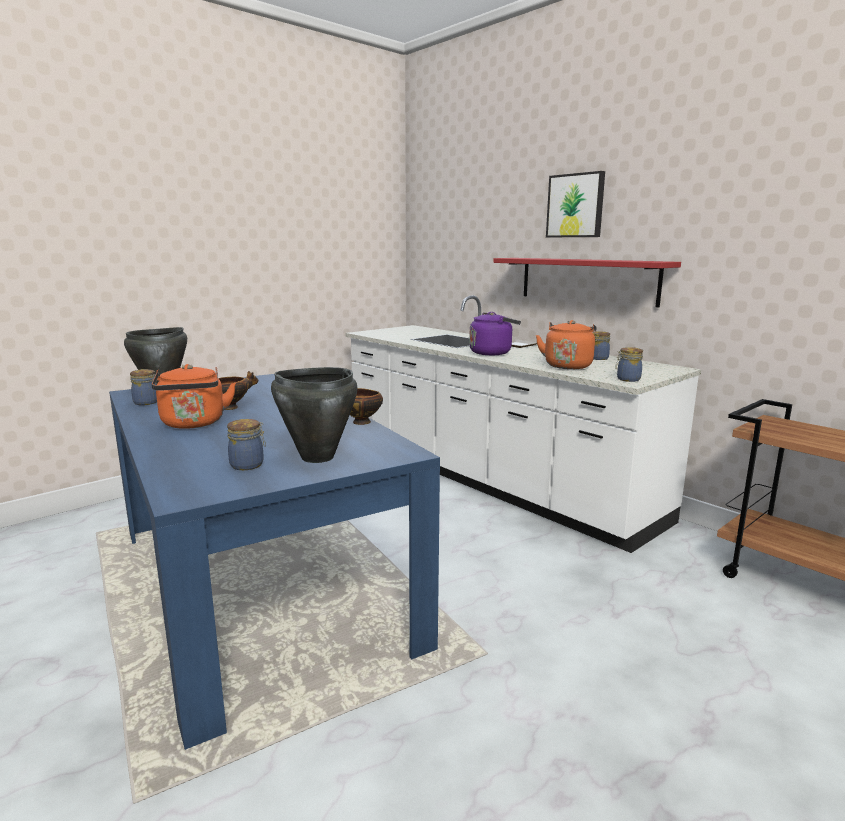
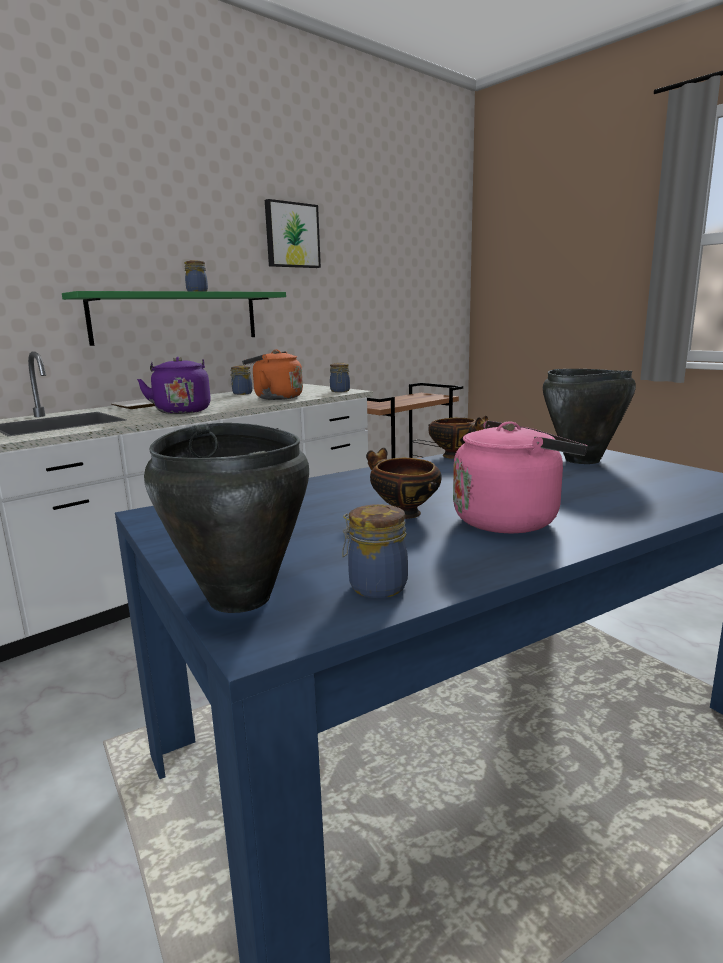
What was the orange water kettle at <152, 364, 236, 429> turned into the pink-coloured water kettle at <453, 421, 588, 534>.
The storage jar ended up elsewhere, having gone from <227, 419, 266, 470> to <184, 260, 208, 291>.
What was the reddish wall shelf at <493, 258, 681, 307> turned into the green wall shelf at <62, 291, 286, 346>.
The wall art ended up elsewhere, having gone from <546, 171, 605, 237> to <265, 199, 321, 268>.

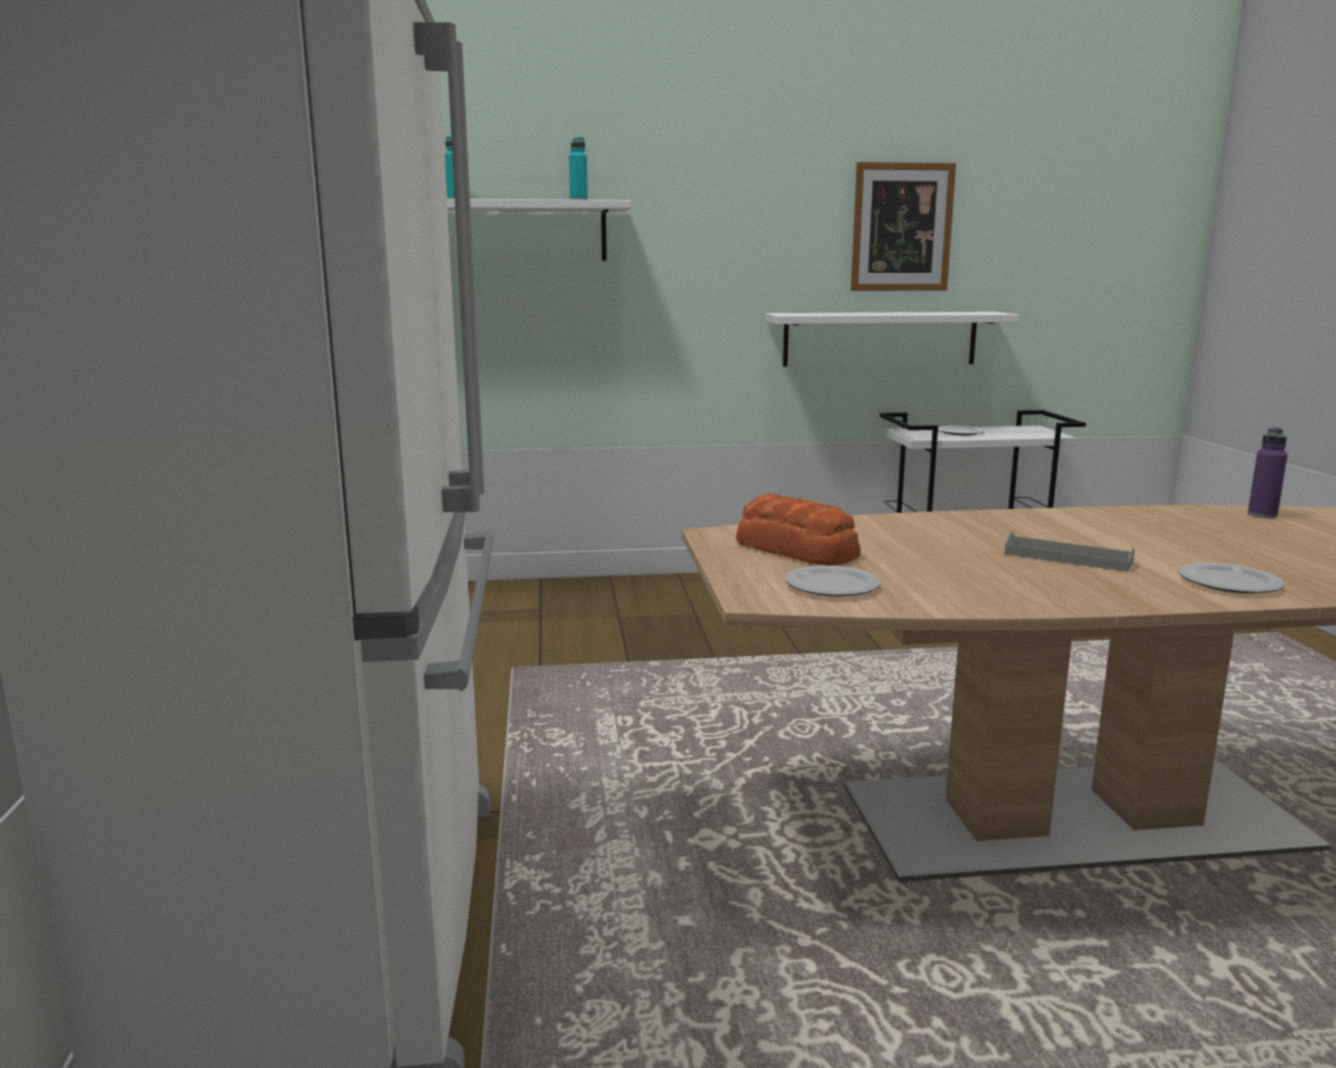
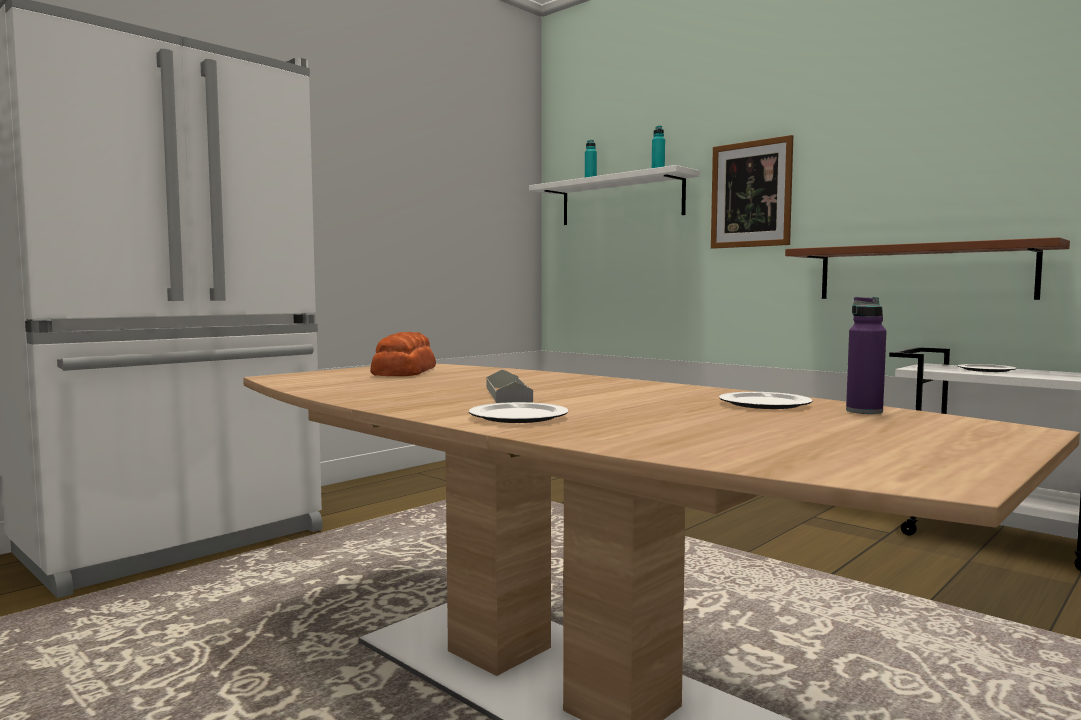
What was the whitish wall shelf at <765, 312, 1019, 367> turned into the brown wall shelf at <785, 237, 1070, 300>.
The flat dish ended up elsewhere, having gone from <785, 566, 880, 596> to <719, 392, 813, 409>.
The wall art ended up elsewhere, having gone from <851, 162, 956, 291> to <711, 135, 793, 249>.

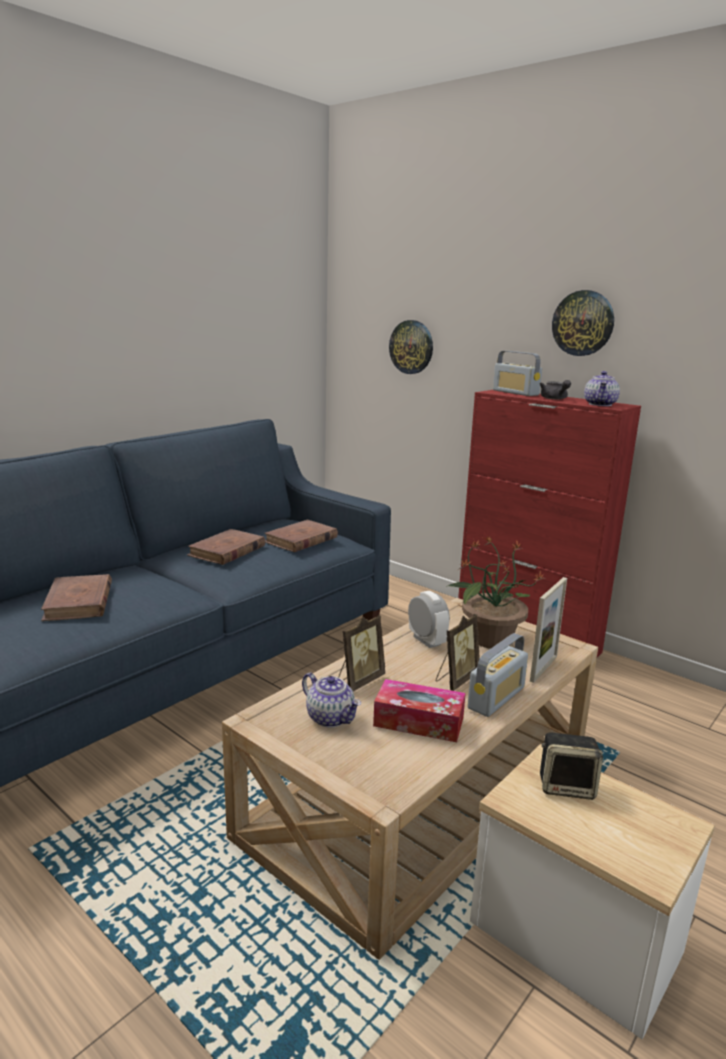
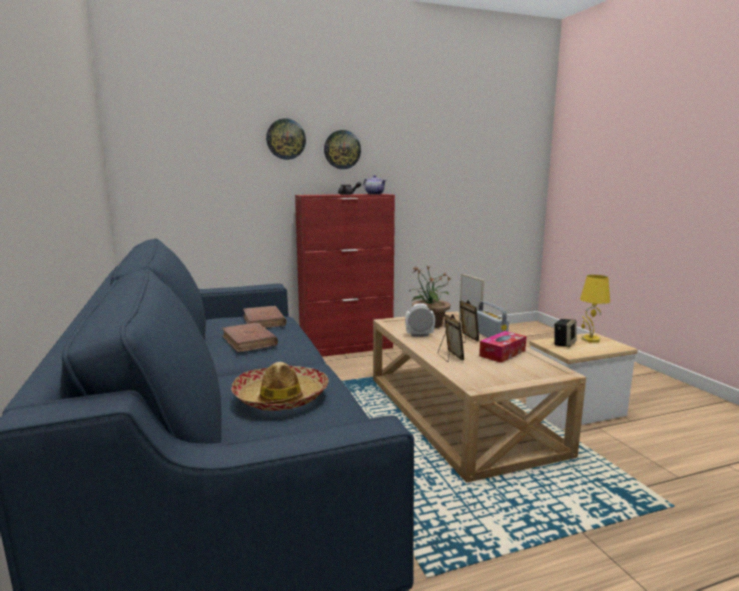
Where the brown bound book stood at <41, 574, 112, 621>, the wearable hat came to stand at <231, 362, 329, 411>.
The second view lost the pot for tea at <302, 673, 361, 727>.
The clock on the wall ended up elsewhere, having gone from <389, 320, 433, 374> to <266, 119, 306, 160>.
The second view lost the radio at <493, 351, 542, 396>.
The second view gained the yellow-coloured table lamp at <580, 275, 610, 343>.

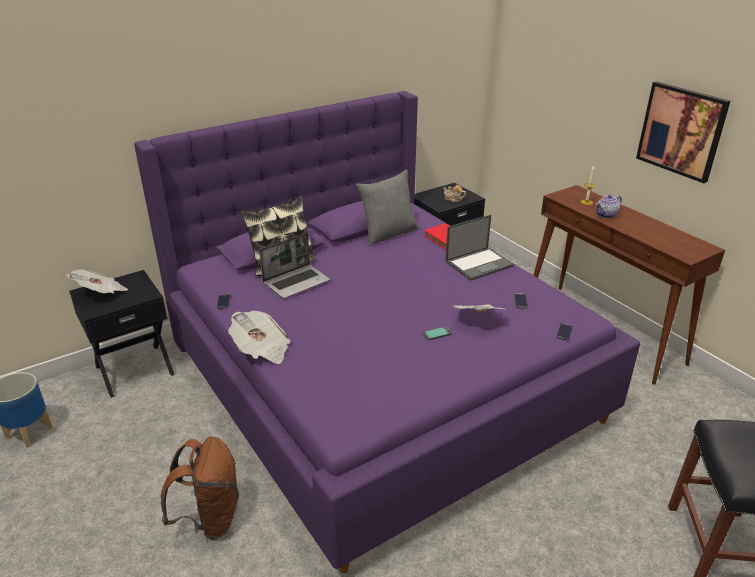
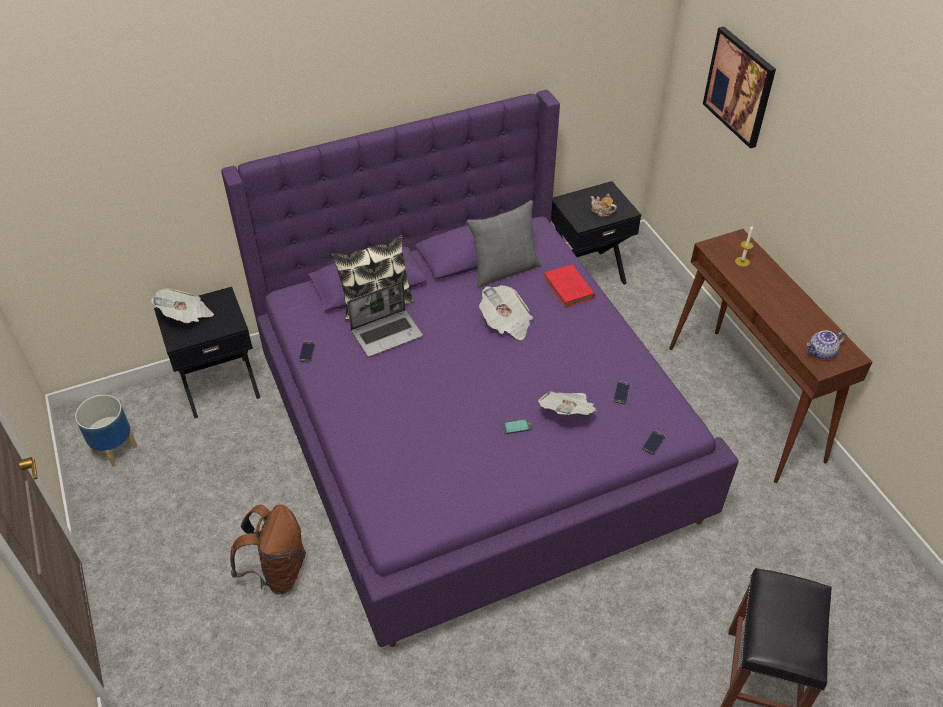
The daily paper ended up elsewhere, having gone from <228, 311, 291, 364> to <479, 285, 533, 340>.
The second view lost the portable computer at <445, 215, 514, 281>.
The pot for tea ended up elsewhere, having gone from <596, 195, 622, 218> to <807, 330, 846, 359>.
The wall art ended up elsewhere, having gone from <636, 81, 730, 183> to <703, 26, 776, 148>.

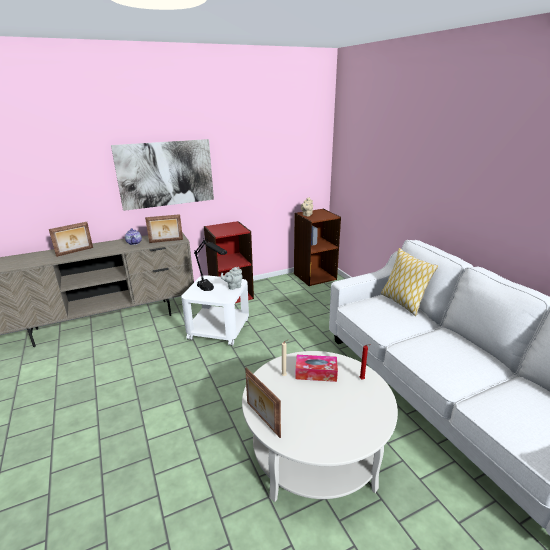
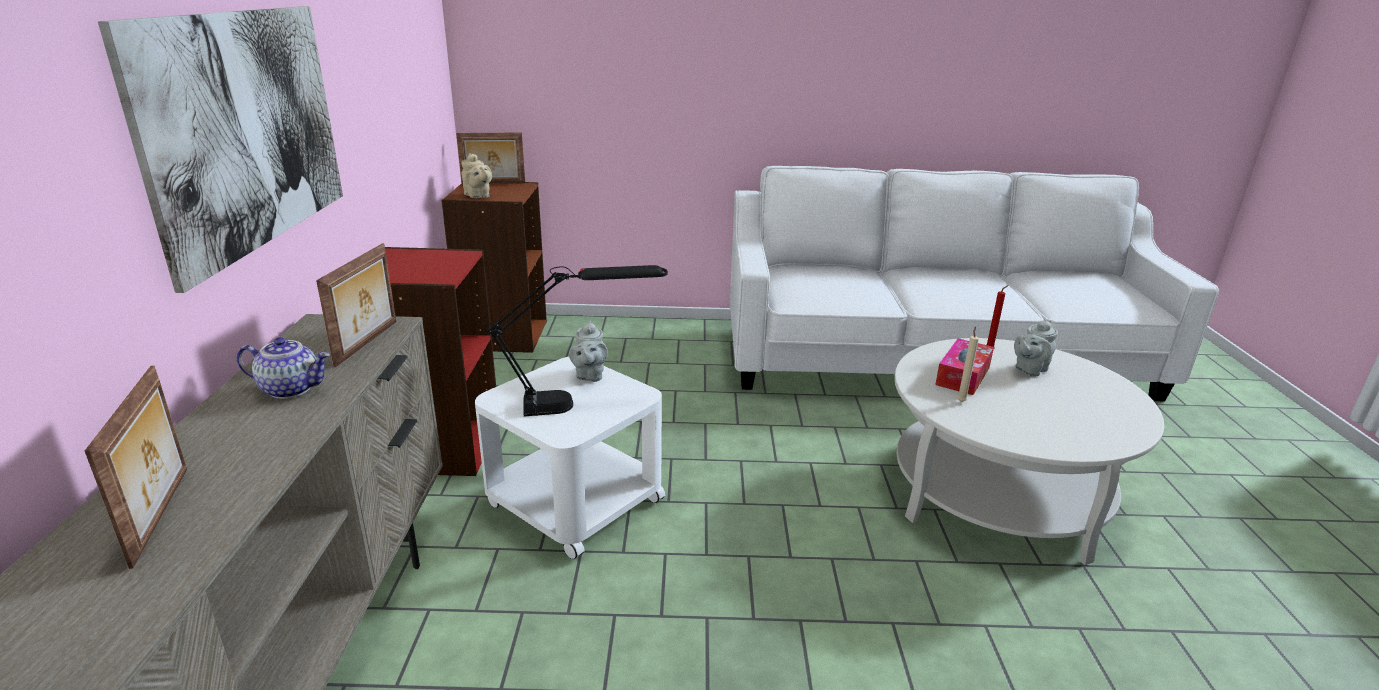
The standing frame ended up elsewhere, having gone from <245, 367, 281, 438> to <456, 132, 525, 184>.
The second view lost the pillow at <381, 248, 438, 316>.
The second view gained the grey pot for tea at <1014, 320, 1058, 377>.

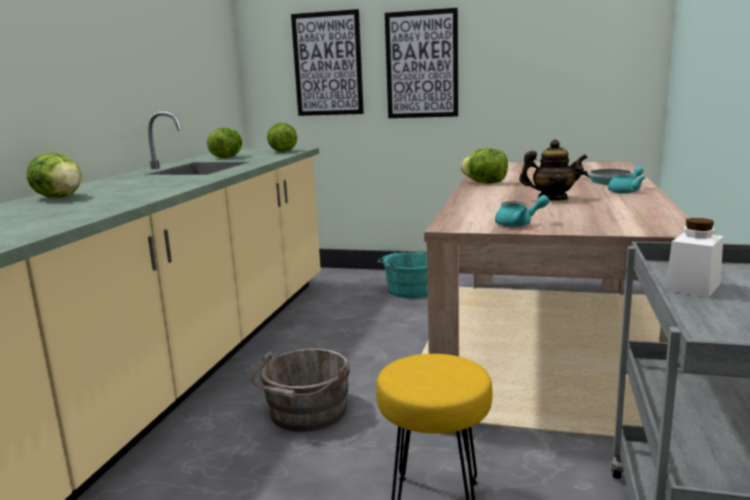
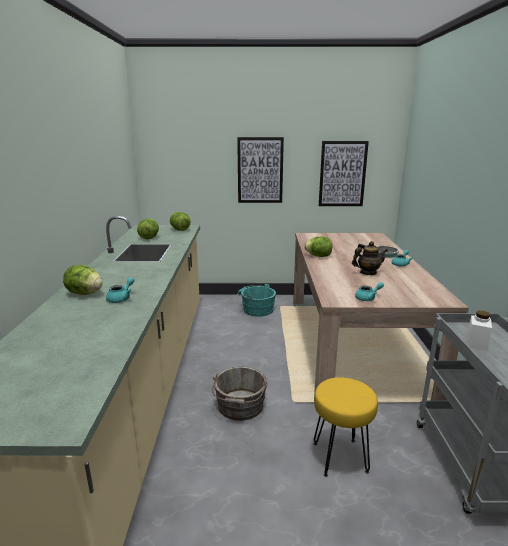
The wall art ended up elsewhere, having gone from <291, 9, 364, 116> to <319, 141, 369, 206>.
The second view gained the blue-green pot for tea at <106, 277, 134, 303>.

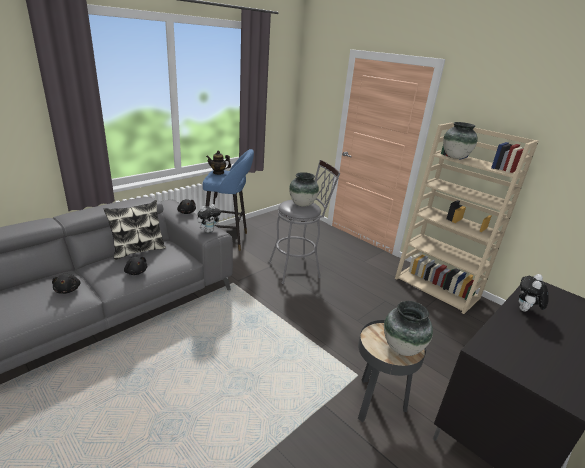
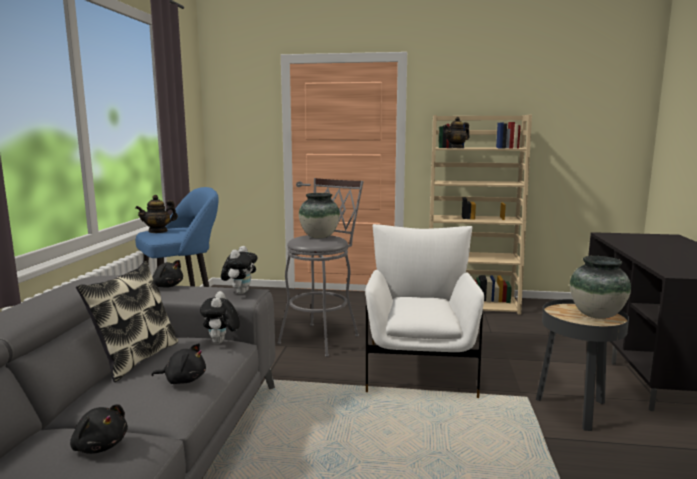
Where the vase stood at <443, 122, 478, 159>, the pot for tea came to stand at <444, 117, 470, 148>.
The plush toy ended up elsewhere, having gone from <519, 274, 549, 312> to <200, 291, 240, 344>.
The second view gained the whitish easy chair at <365, 224, 484, 398>.

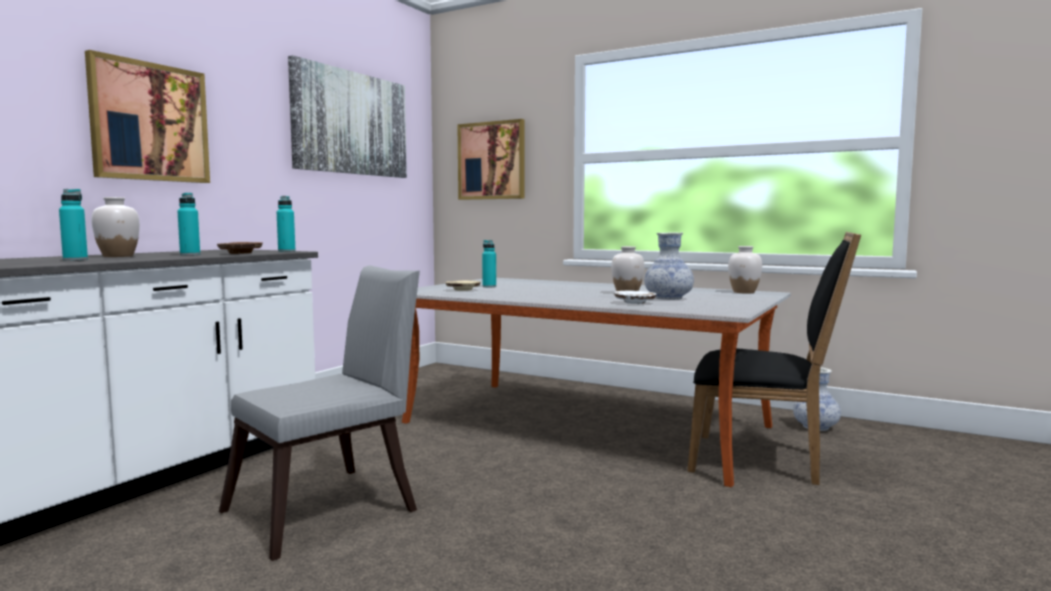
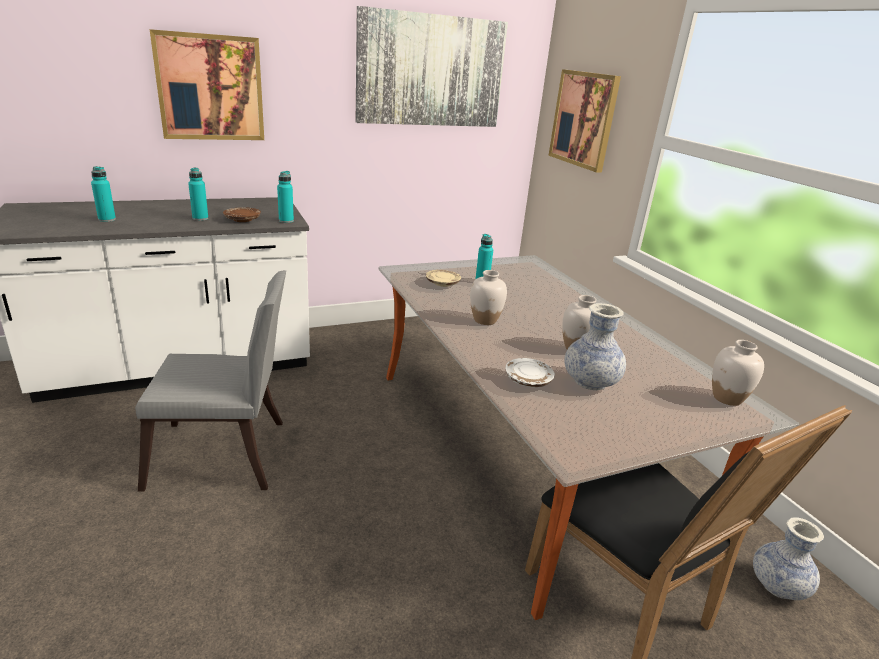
The whitish vase ended up elsewhere, having gone from <91, 197, 140, 257> to <470, 270, 507, 325>.

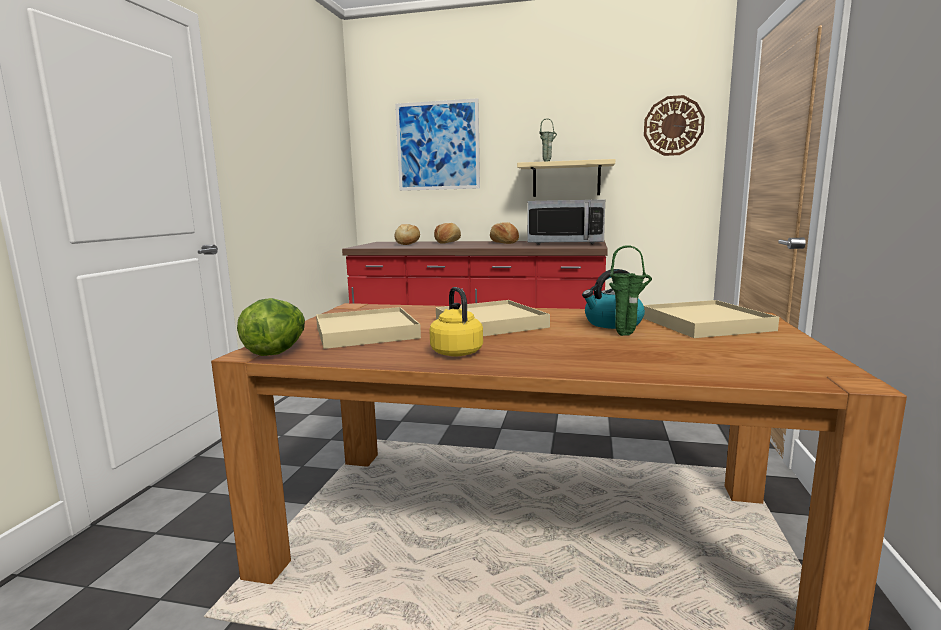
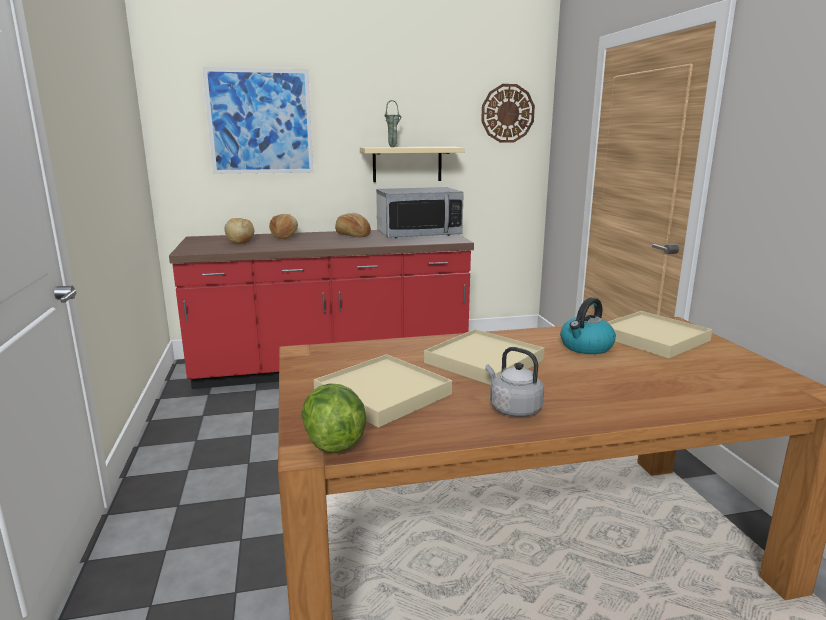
What was the yellow-coloured water kettle at <429, 287, 483, 356> turned into the grey water kettle at <485, 347, 544, 417>.
The second view lost the green vase at <609, 245, 652, 336>.

